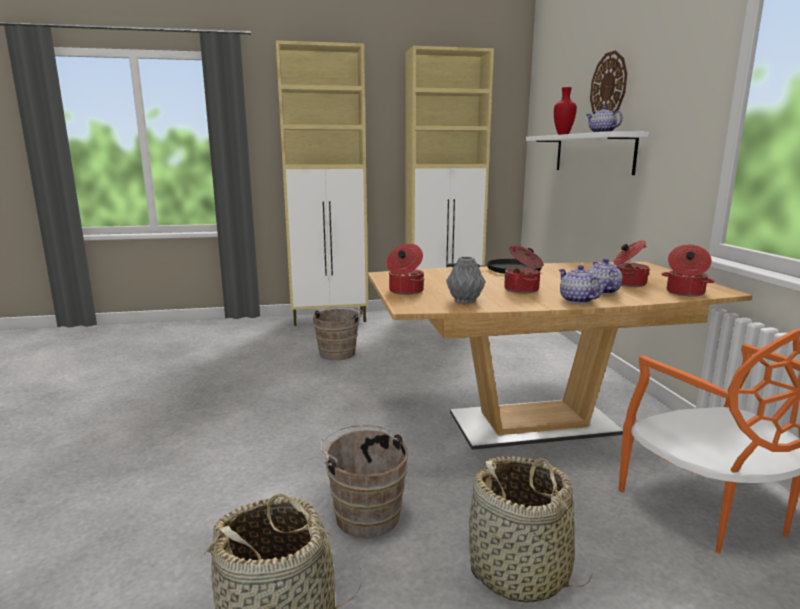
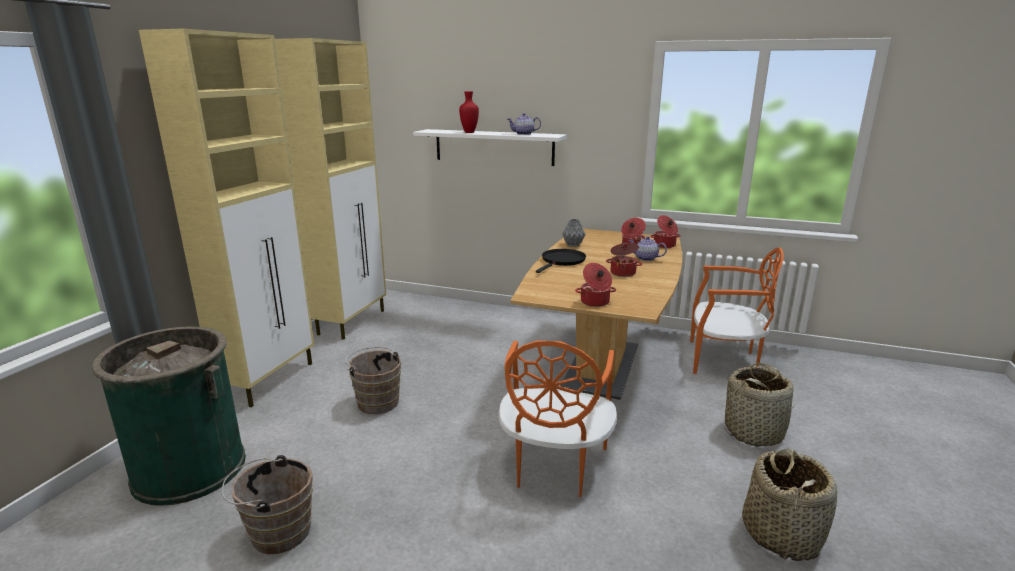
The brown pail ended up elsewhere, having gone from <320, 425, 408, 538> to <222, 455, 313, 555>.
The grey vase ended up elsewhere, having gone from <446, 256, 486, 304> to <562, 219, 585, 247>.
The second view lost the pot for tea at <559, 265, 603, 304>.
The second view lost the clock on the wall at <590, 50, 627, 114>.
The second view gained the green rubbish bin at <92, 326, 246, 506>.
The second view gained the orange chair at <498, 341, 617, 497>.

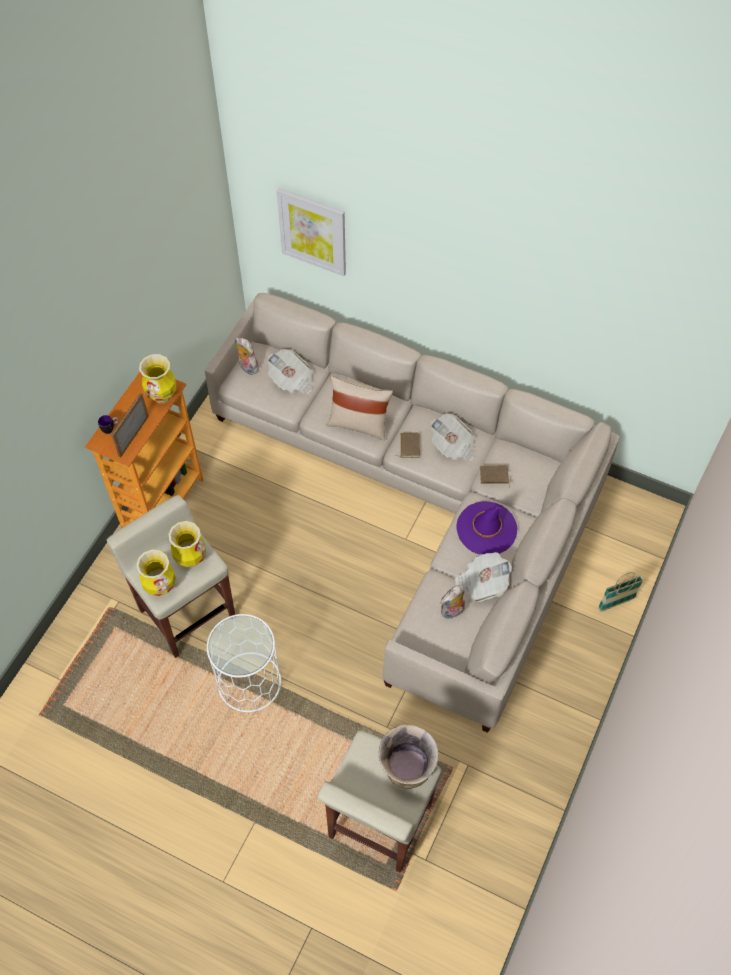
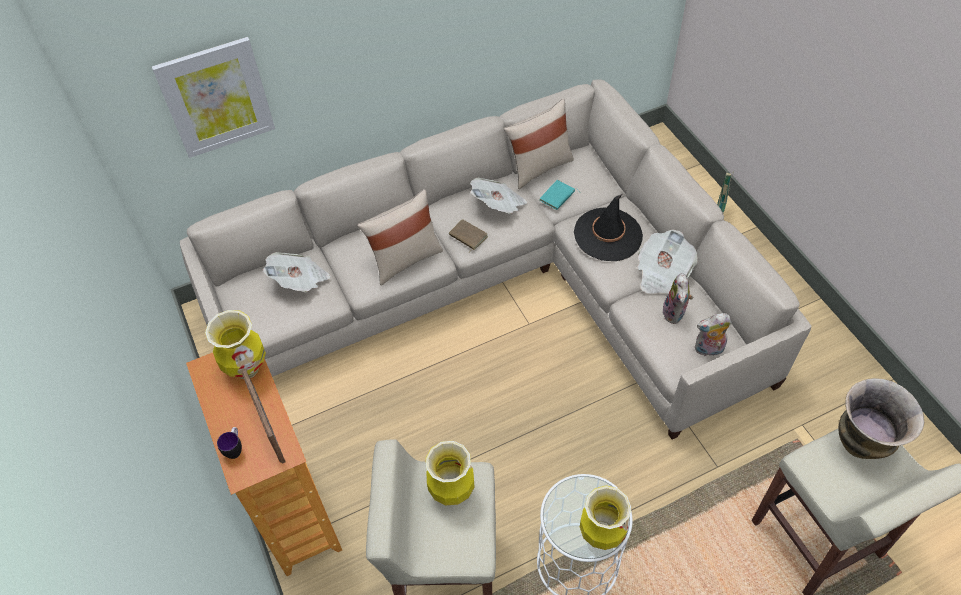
The vase ended up elsewhere, having gone from <136, 549, 176, 596> to <580, 485, 631, 550>.
The plush toy ended up elsewhere, having gone from <235, 337, 259, 375> to <695, 313, 731, 356>.
What was the purple wearable hat at <456, 501, 517, 555> turned into the black wearable hat at <574, 194, 643, 261>.
What was the brown bound book at <480, 465, 510, 486> turned into the blue-green bound book at <540, 180, 581, 210>.
The second view gained the beige pillow at <504, 99, 574, 189>.

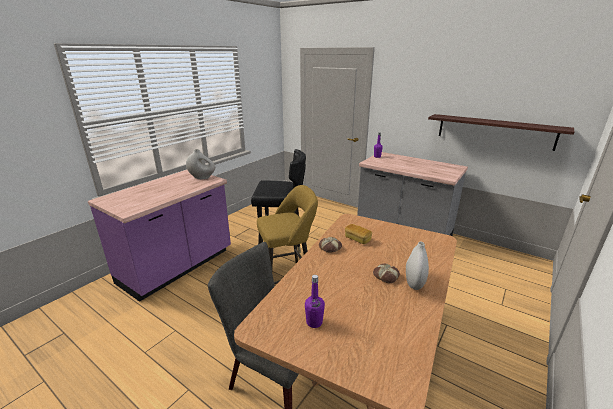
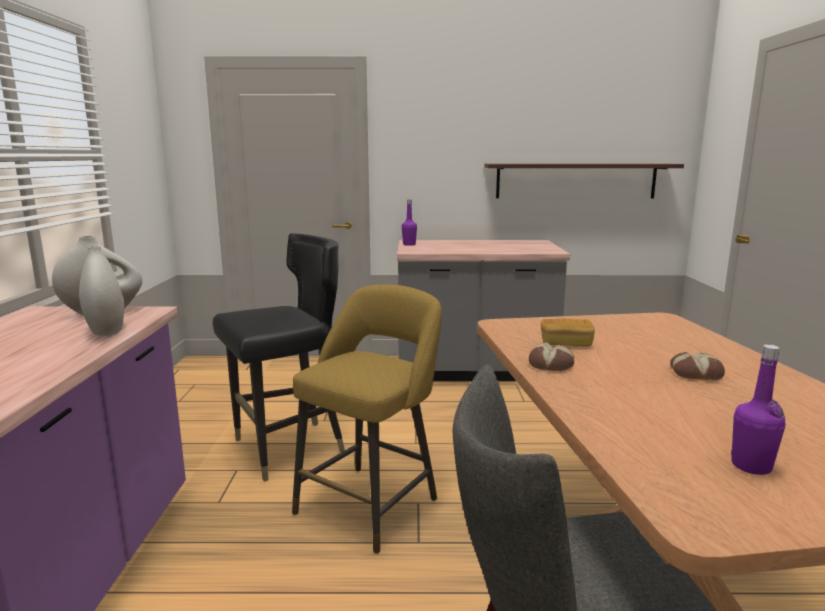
The whitish vase ended up elsewhere, having gone from <406, 242, 429, 290> to <79, 245, 124, 336>.

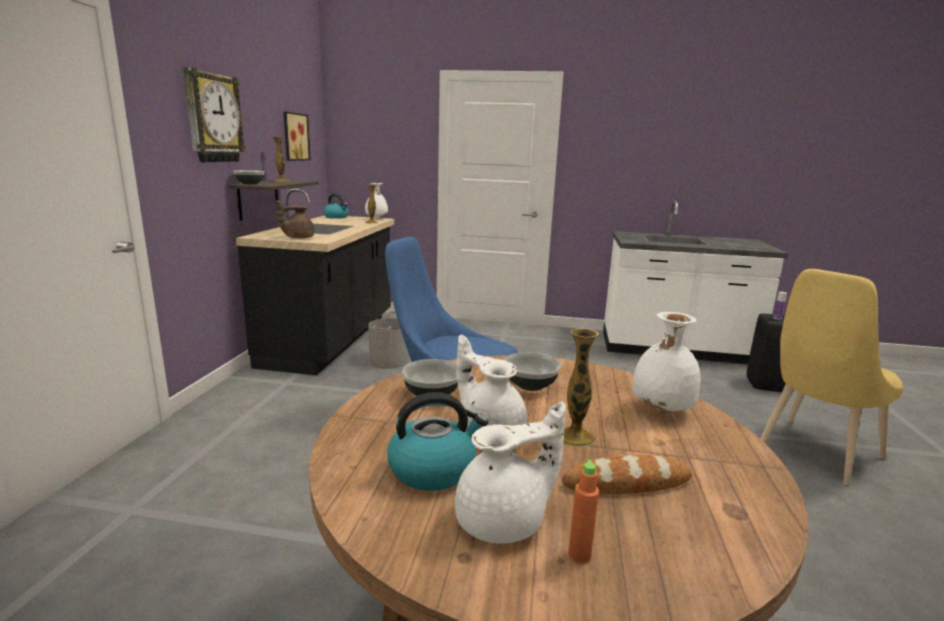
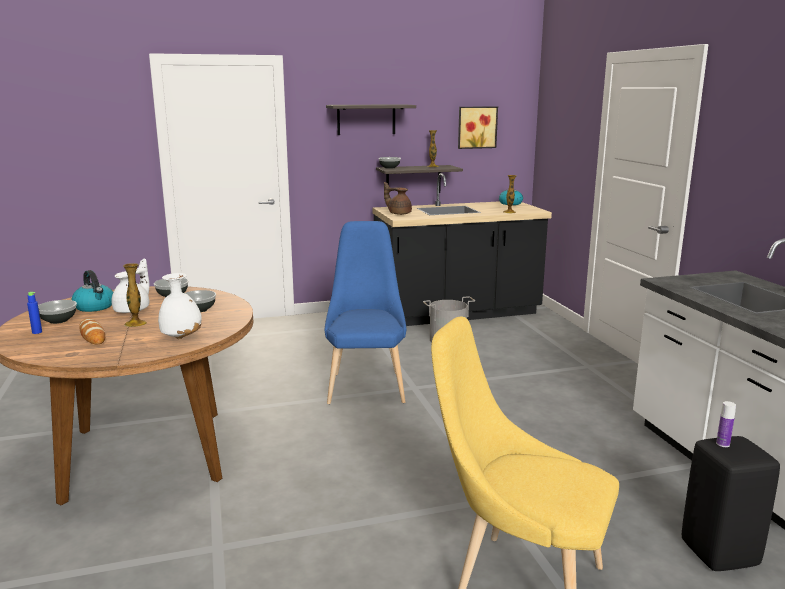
Where the clock on the wall hung at <183, 67, 246, 162>, the wall shelf came to hang at <326, 104, 416, 135>.
The second view lost the whitish vase at <365, 183, 388, 219>.
Where the whitish pot for tea stood at <455, 402, 566, 543>, the serving bowl came to stand at <38, 300, 77, 324>.
What was the orange bottle at <568, 460, 599, 564> turned into the blue-coloured bottle at <27, 292, 42, 334>.

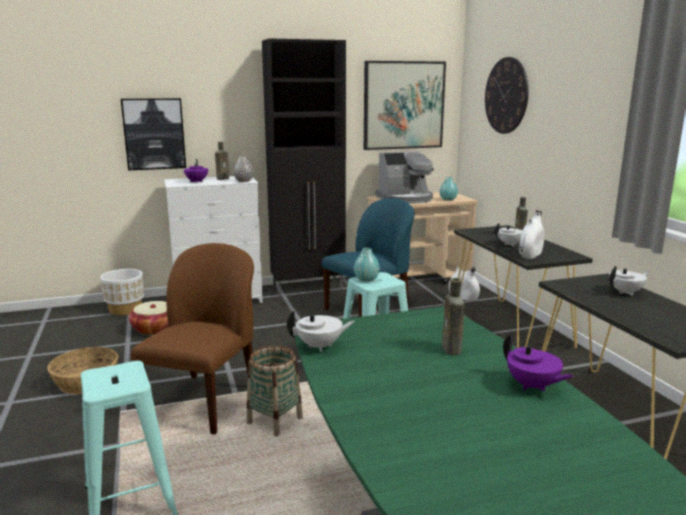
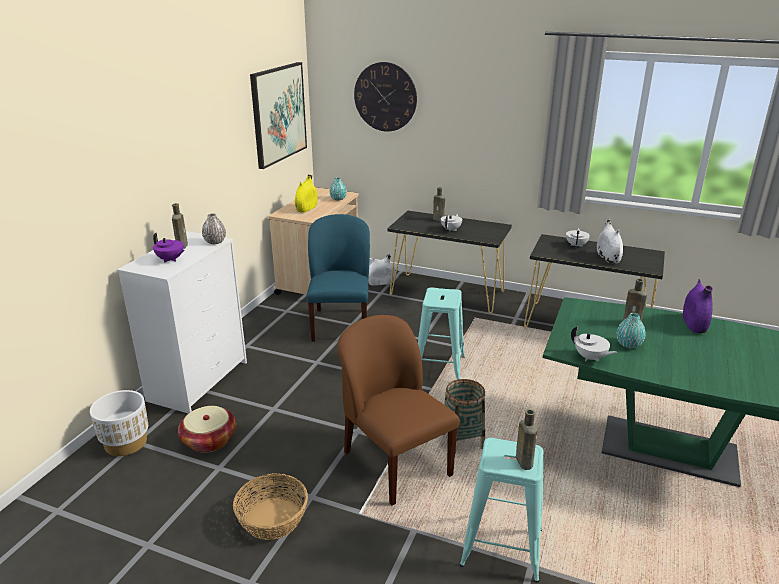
The second view lost the wall art at <121, 98, 186, 171>.
The second view lost the black cabinet at <262, 39, 346, 296>.
The whitish pot for tea at <287, 311, 355, 352> ended up facing another way, 105 degrees clockwise from before.
The blue-green vase ended up elsewhere, having gone from <354, 248, 380, 282> to <616, 313, 646, 348>.
Where the coffee brewer stood at <375, 151, 434, 204>, the yellow-coloured vase came to stand at <295, 174, 318, 213>.
Where the purple pot for tea stood at <503, 334, 574, 391>, the purple vase came to stand at <683, 279, 713, 333>.
The whitish vase ended up elsewhere, having gone from <519, 210, 544, 259> to <597, 220, 623, 264>.
The second view gained the brown bottle at <516, 409, 537, 470>.

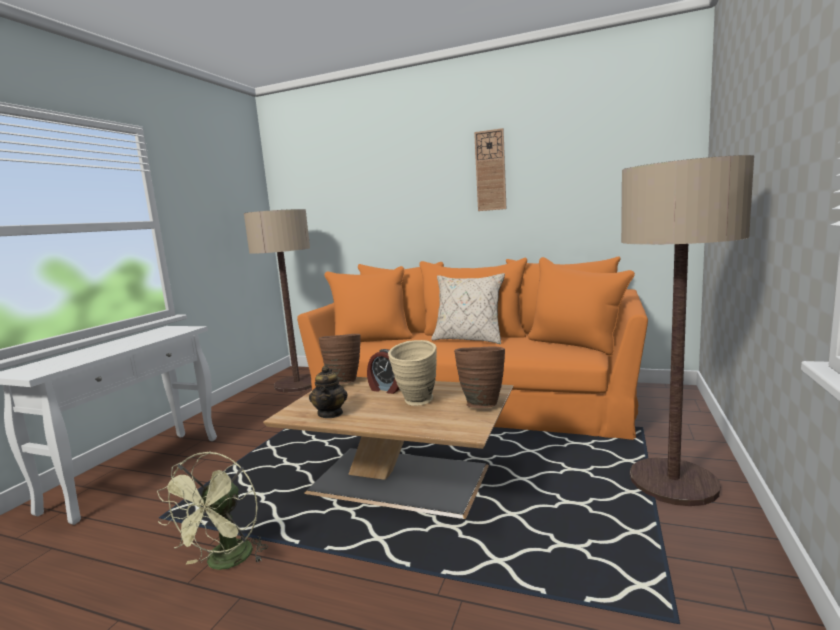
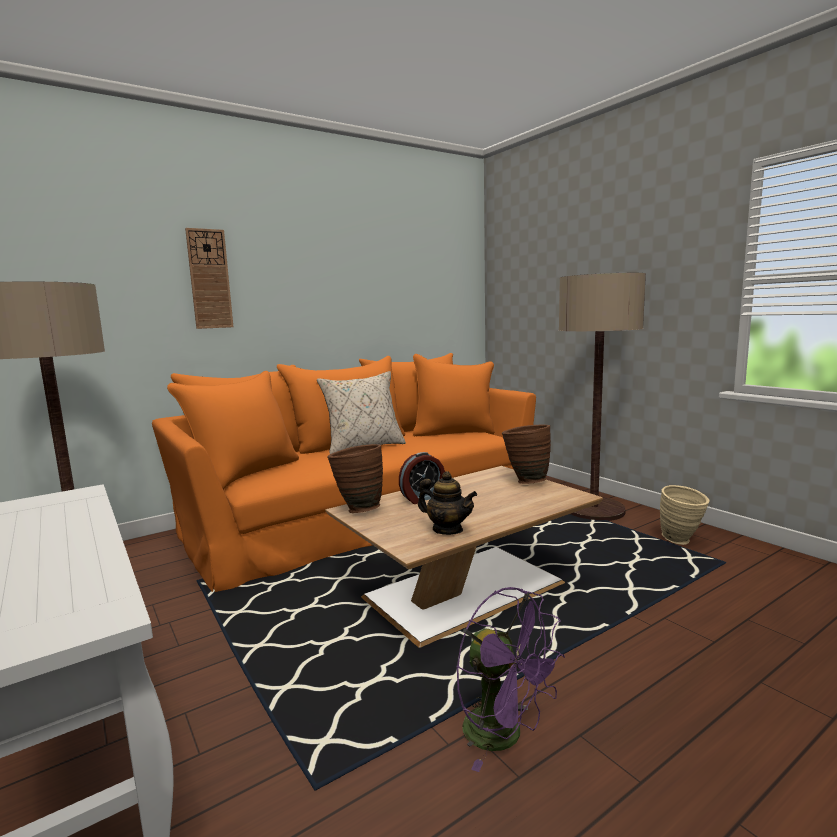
What was the green electric fan at <157, 451, 268, 570> turned into the purple electric fan at <456, 587, 565, 772>.
The beige vase ended up elsewhere, having gone from <388, 340, 437, 406> to <660, 485, 710, 545>.
The clock on the wall ended up elsewhere, having gone from <474, 128, 506, 211> to <185, 228, 233, 329>.

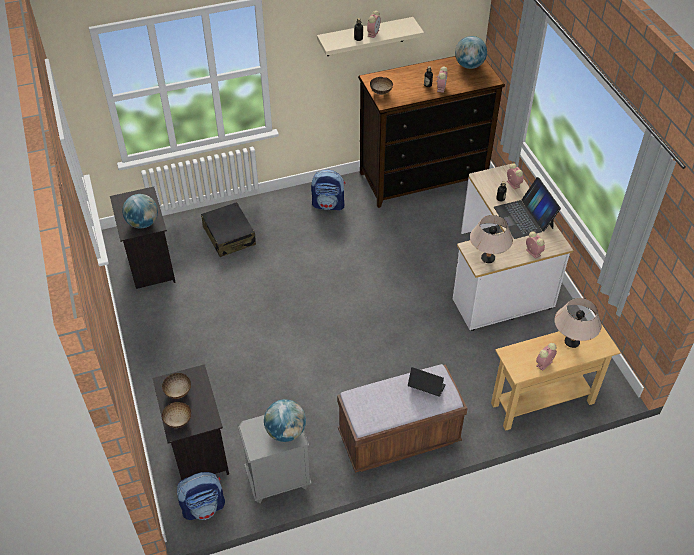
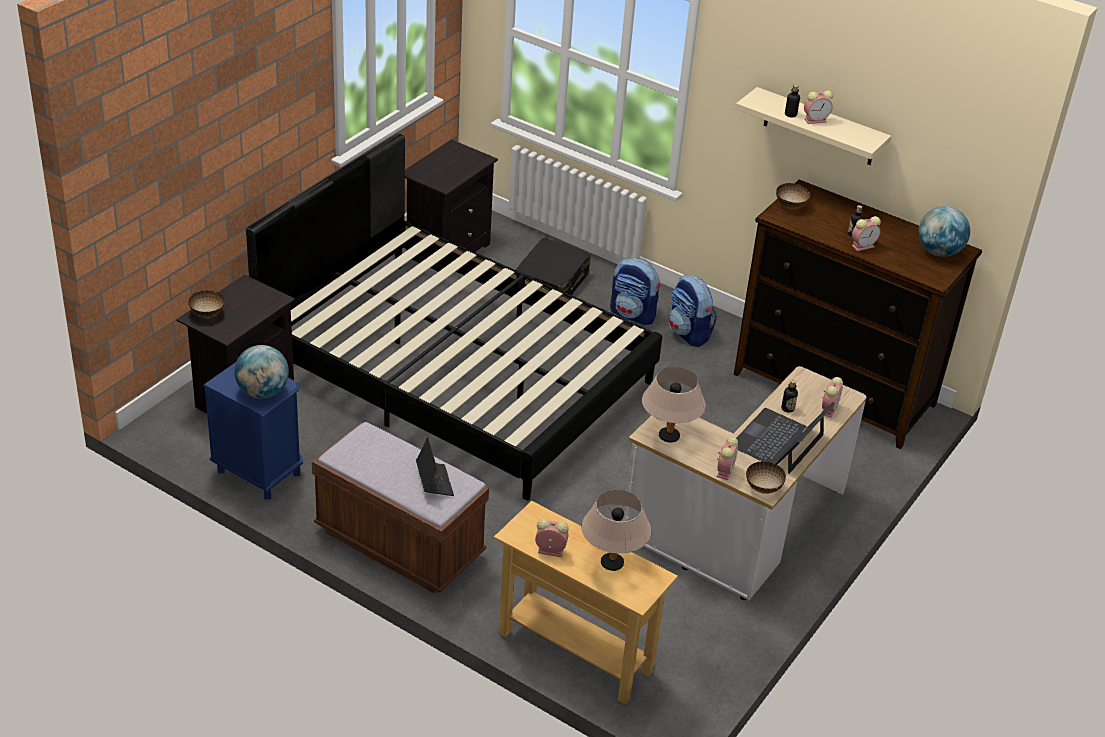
The second view lost the globe at <122, 194, 158, 229>.
The serving bowl ended up elsewhere, having gone from <162, 373, 191, 399> to <746, 462, 786, 494>.
The backpack ended up elsewhere, having gone from <177, 472, 225, 520> to <610, 258, 661, 326>.
What was the grey night table at <238, 415, 312, 503> turned into the blue-coloured night table at <203, 362, 303, 500>.
The second view gained the black sleeping bed at <246, 133, 662, 501>.

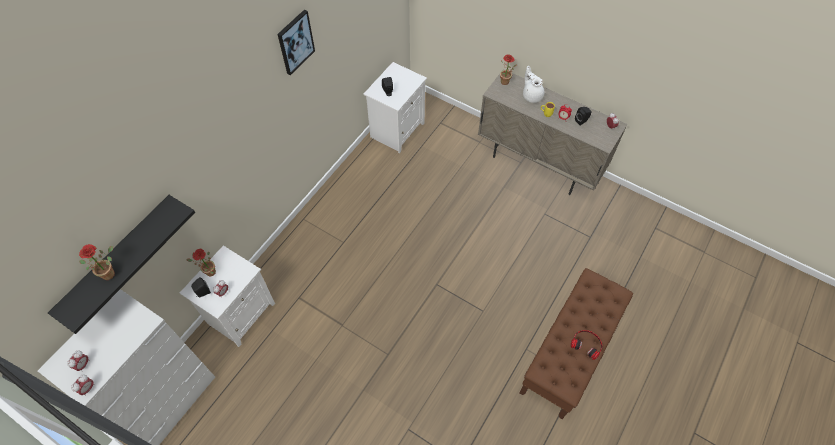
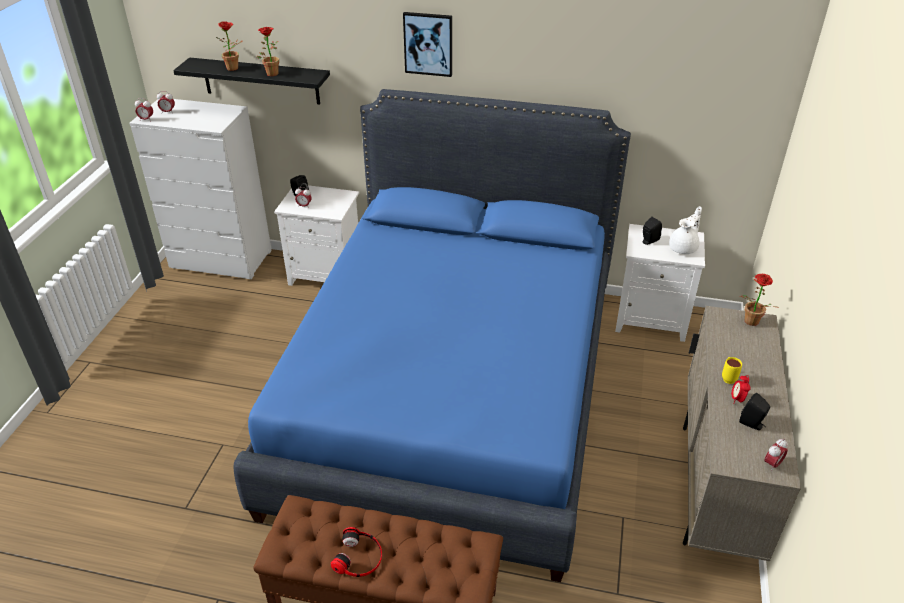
The houseplant ended up elsewhere, having gone from <186, 249, 216, 277> to <257, 27, 279, 76>.
The wall art ended up elsewhere, having gone from <277, 10, 315, 75> to <403, 12, 452, 77>.
The whitish pot for tea ended up elsewhere, having gone from <523, 66, 545, 103> to <669, 206, 702, 254>.
The second view gained the blue-coloured sleeping bed at <233, 89, 631, 582>.

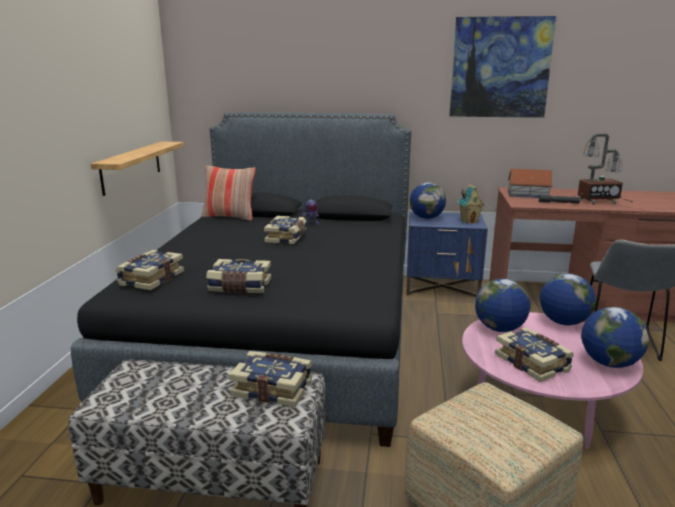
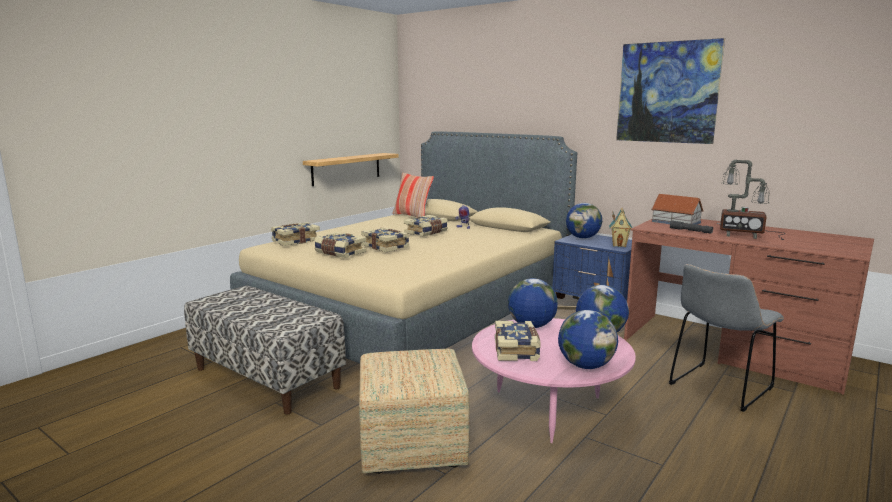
What was the black sleeping bed at <71, 112, 411, 447> turned into the beige sleeping bed at <230, 131, 577, 363>.
The bound book ended up elsewhere, having gone from <229, 351, 312, 407> to <361, 227, 410, 252>.

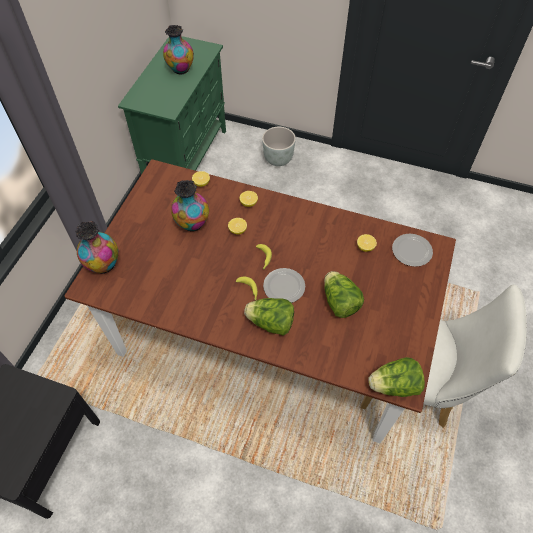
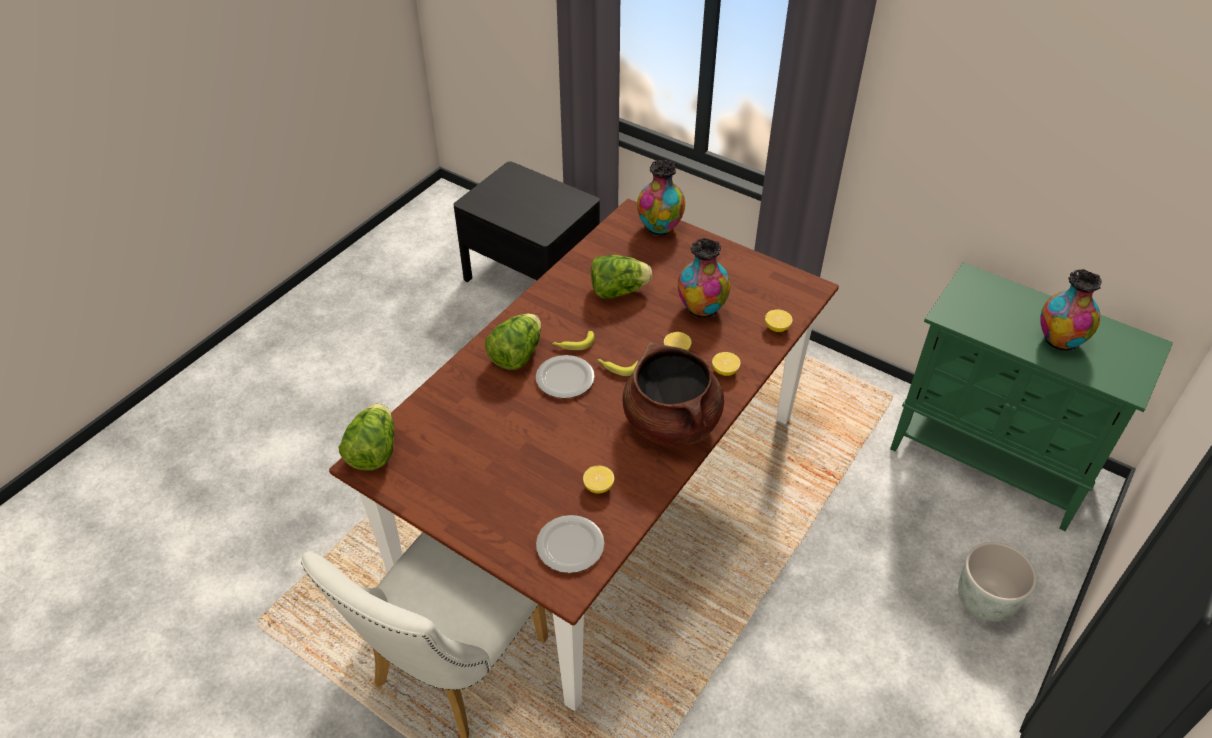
The lettuce head ended up elsewhere, having gone from <324, 271, 364, 318> to <591, 255, 652, 299>.
The second view gained the brown stockpot at <623, 342, 724, 447>.

